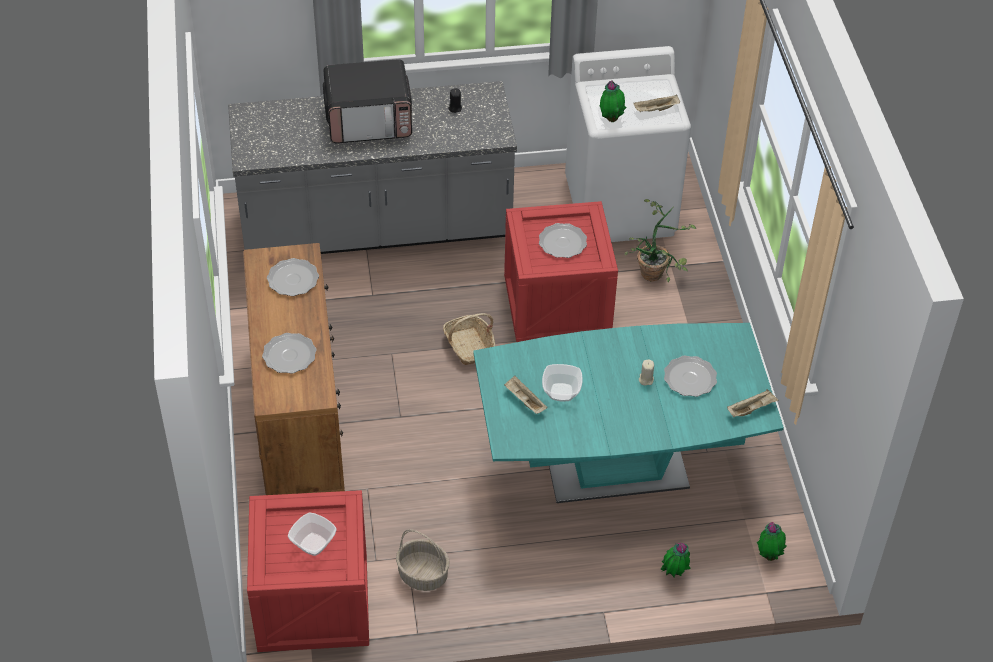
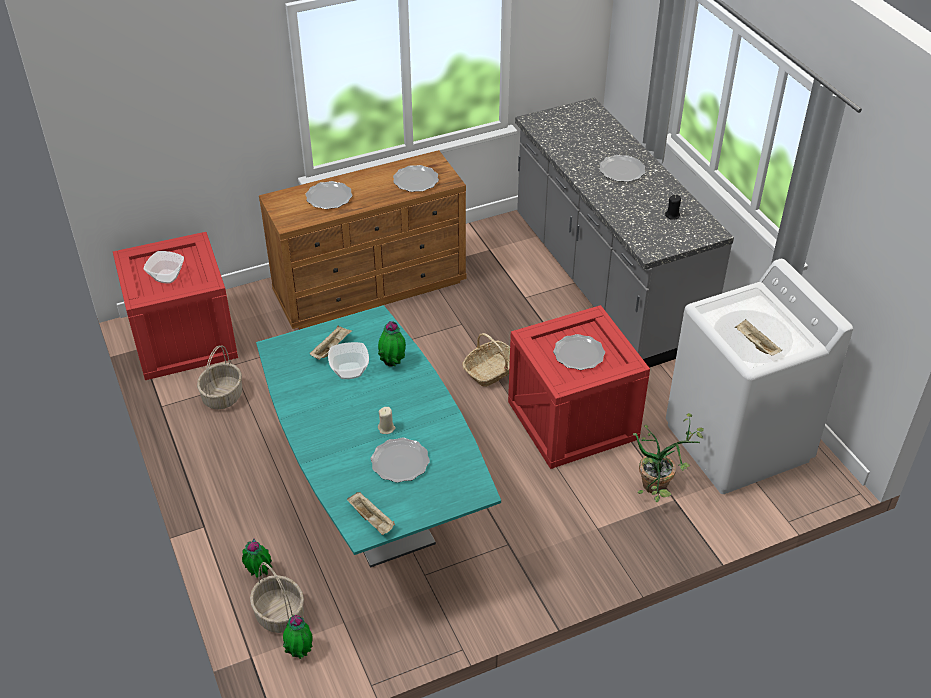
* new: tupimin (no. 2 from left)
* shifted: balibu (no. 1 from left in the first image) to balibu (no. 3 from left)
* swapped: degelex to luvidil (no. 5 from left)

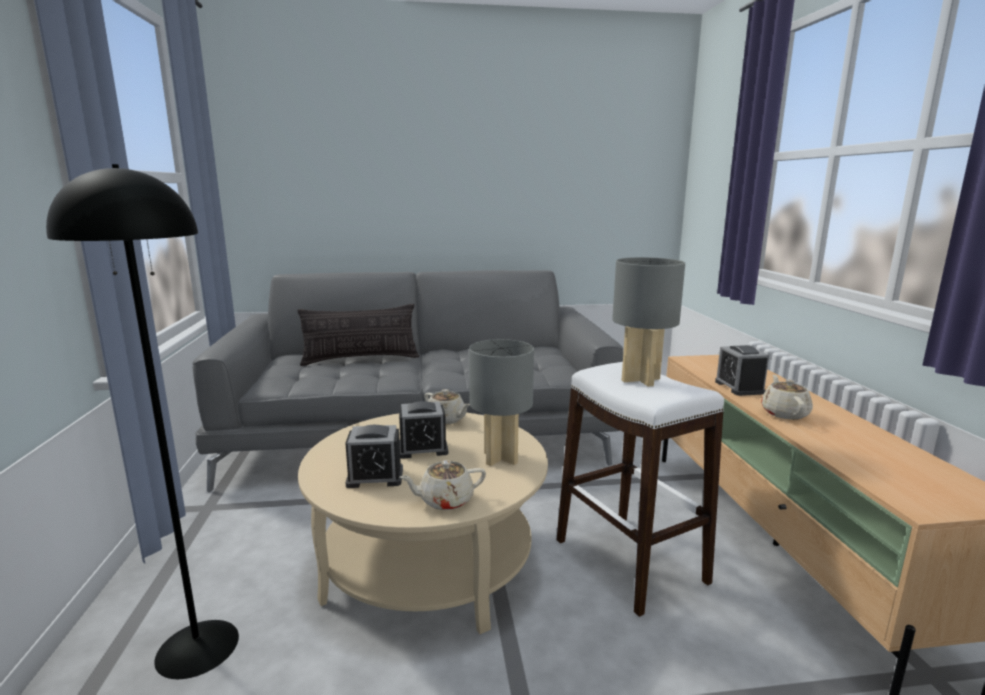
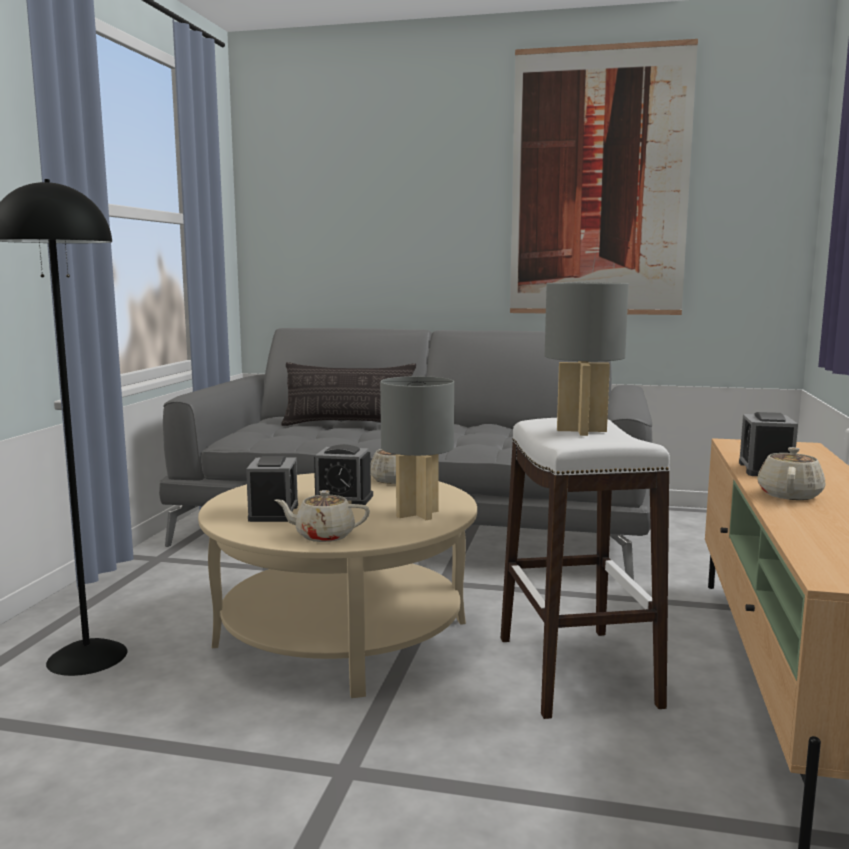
* rotated: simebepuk (no. 1 from left) 105 degrees counterclockwise
* new: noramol

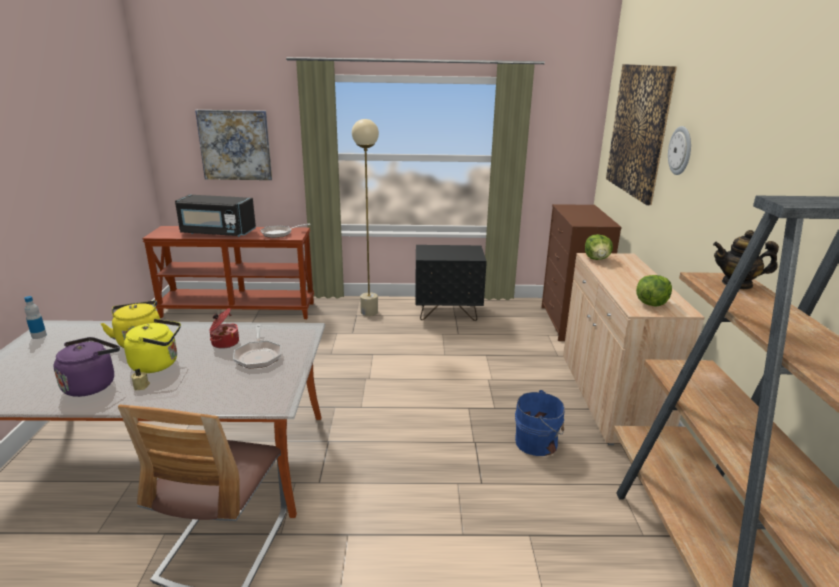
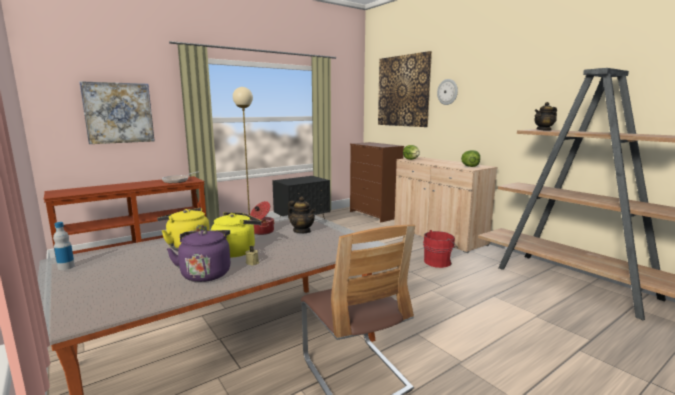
* swapped: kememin (no. 1 from left) to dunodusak (no. 1 from left)
* repainted: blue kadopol to red kadopol
* gone: black degelex

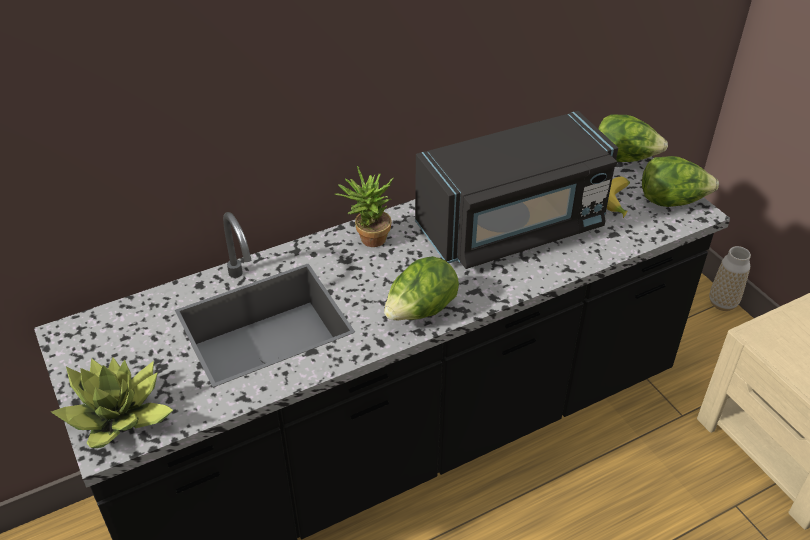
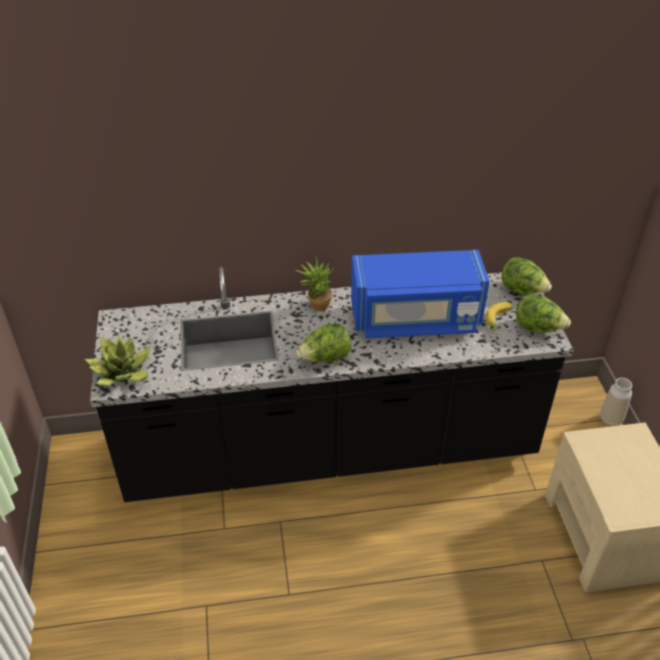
* repainted: black degelex to blue degelex

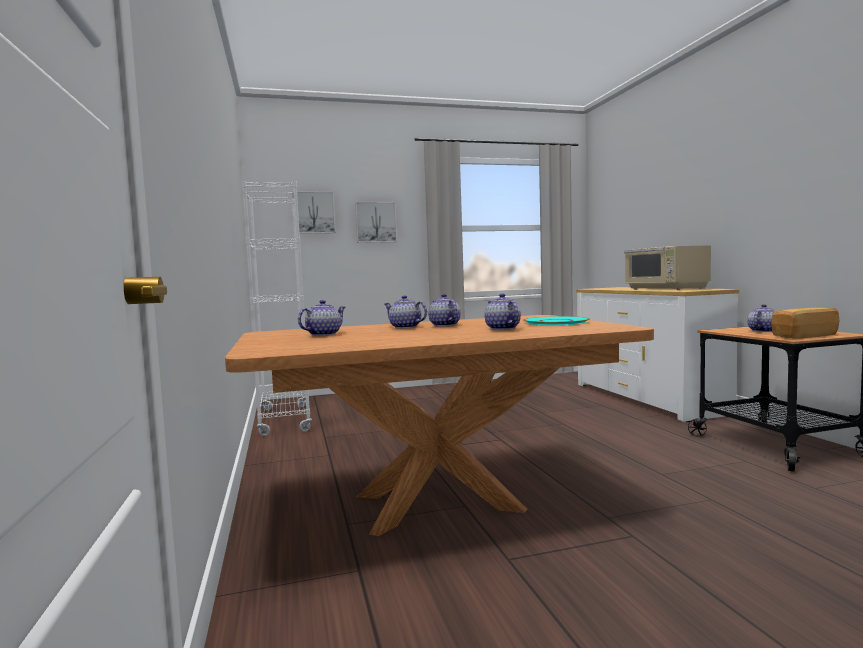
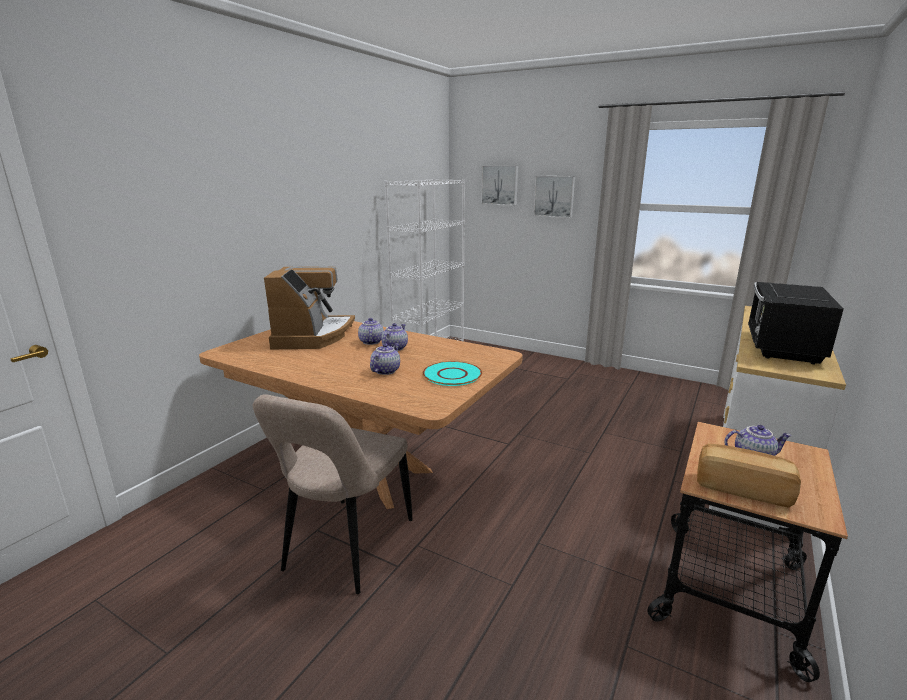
* new: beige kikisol
* swapped: dunodusak (no. 1 from left) to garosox
* repainted: beige degelex to black degelex

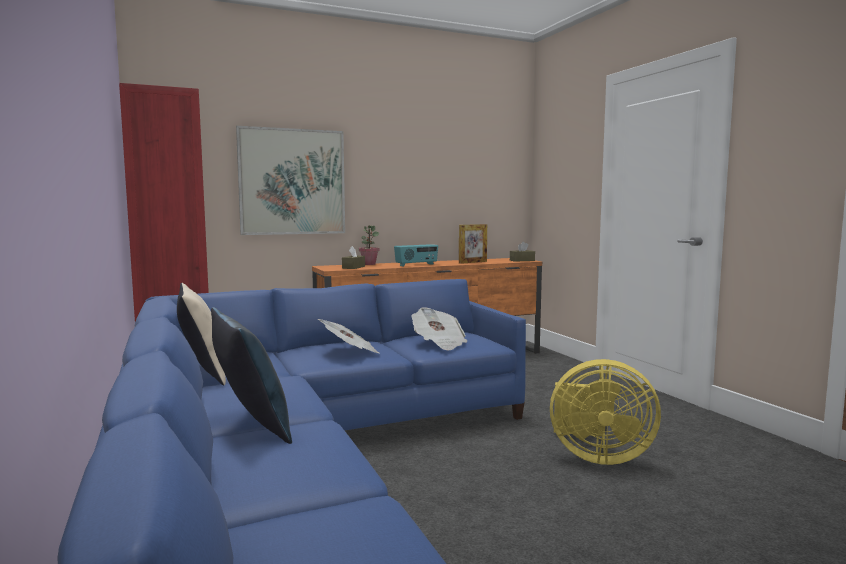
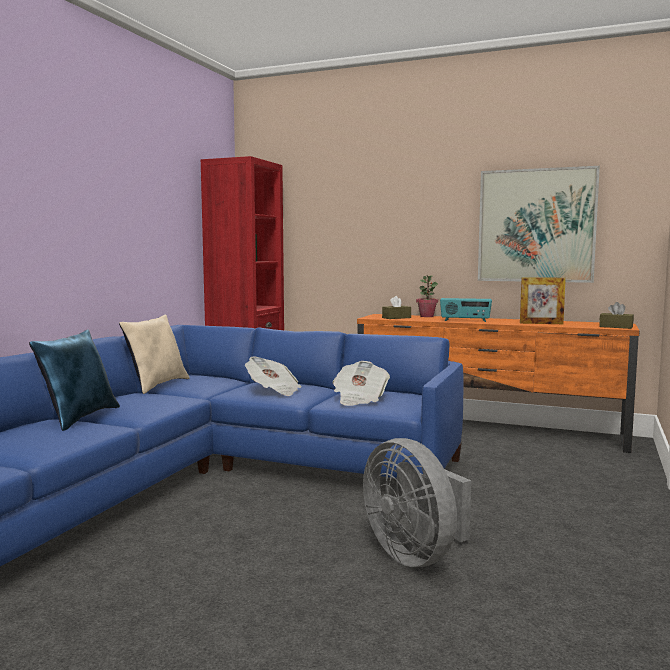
* repainted: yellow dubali to grey dubali
* shifted: noramol

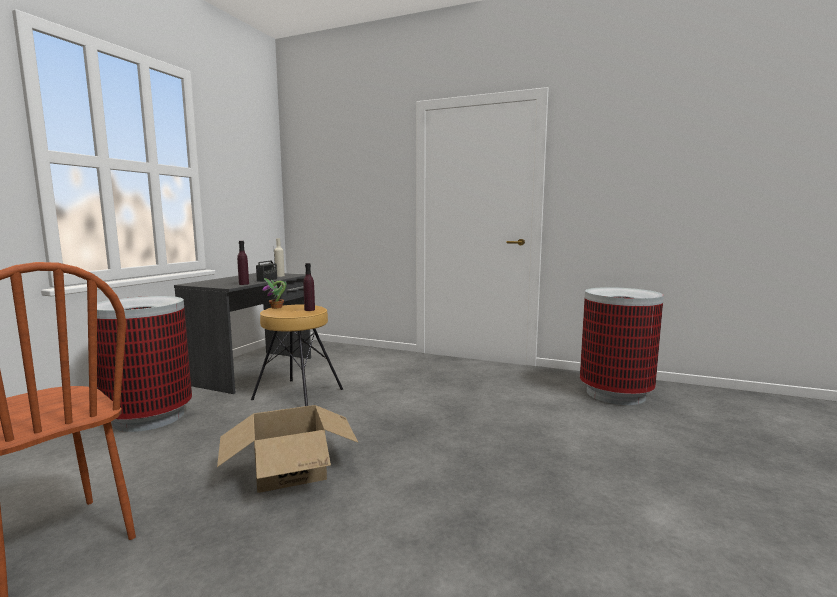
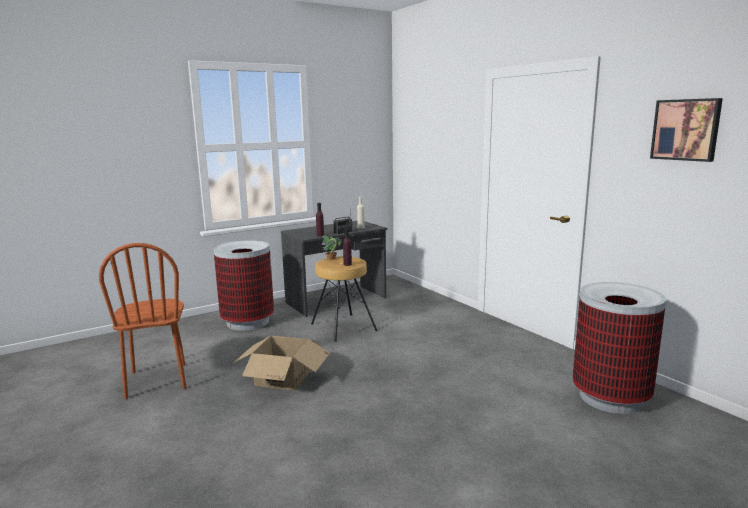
* new: noramol

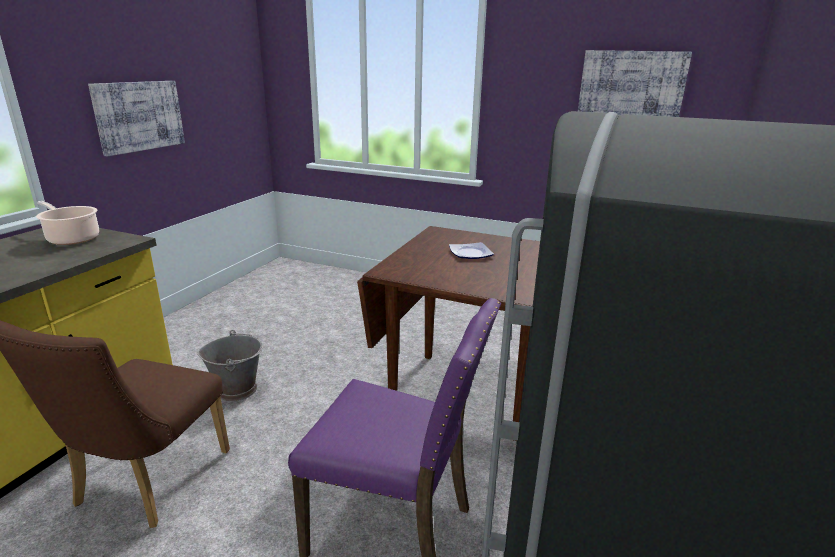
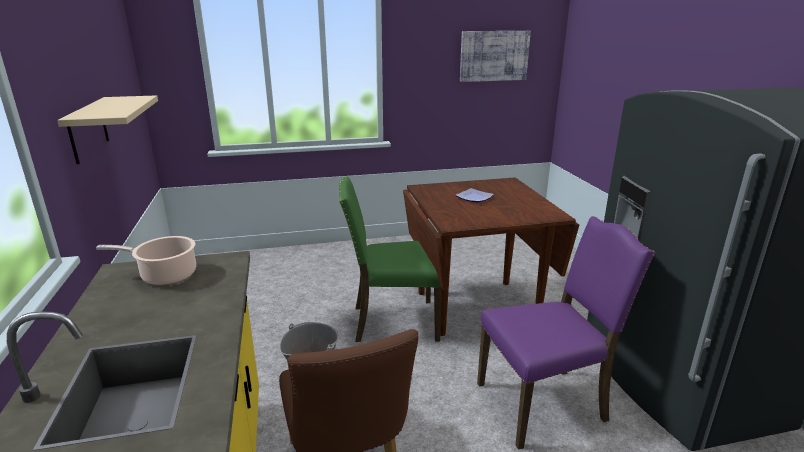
* swapped: noramol (no. 1 from left) to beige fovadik
* new: green kikisol

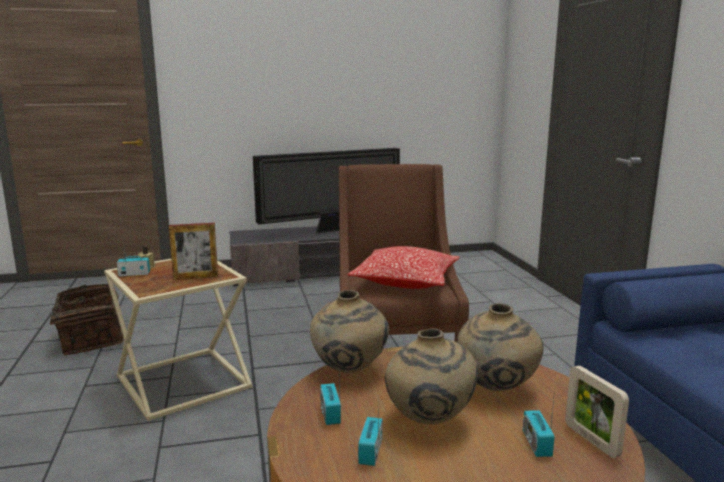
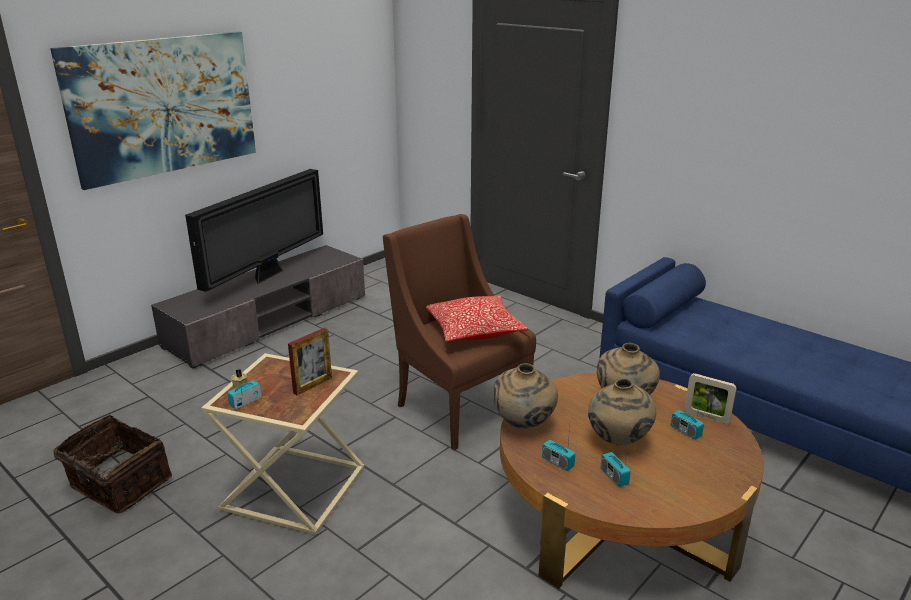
* new: noramol

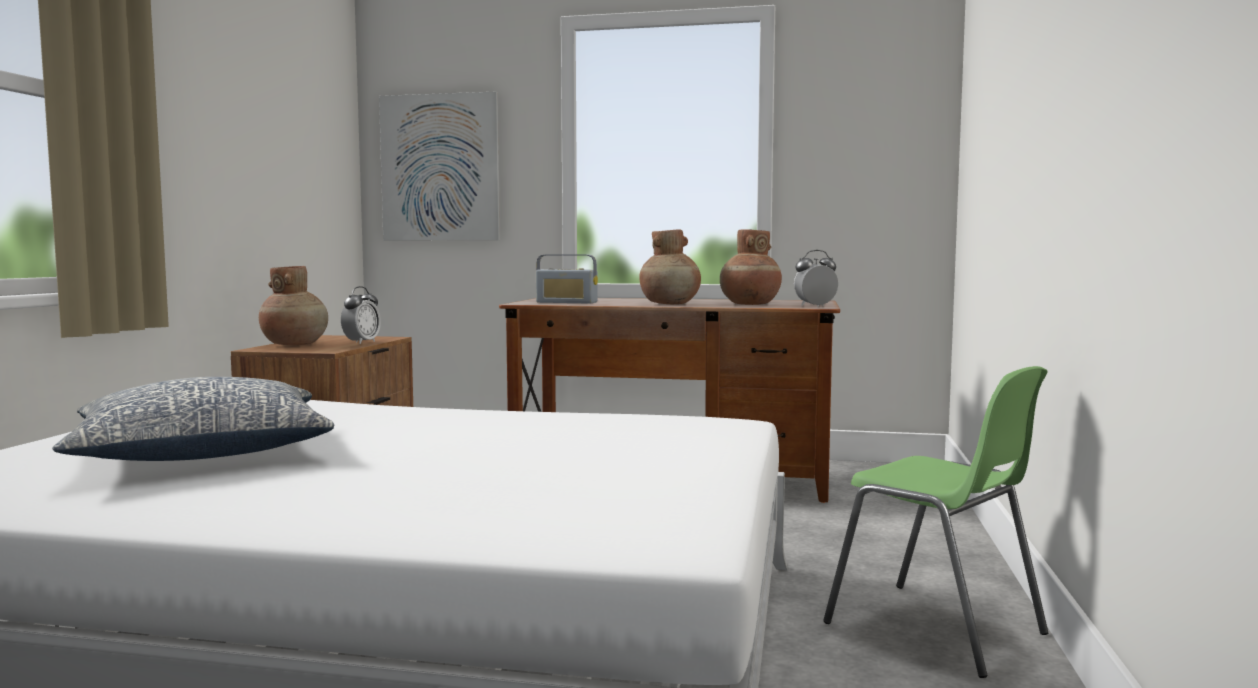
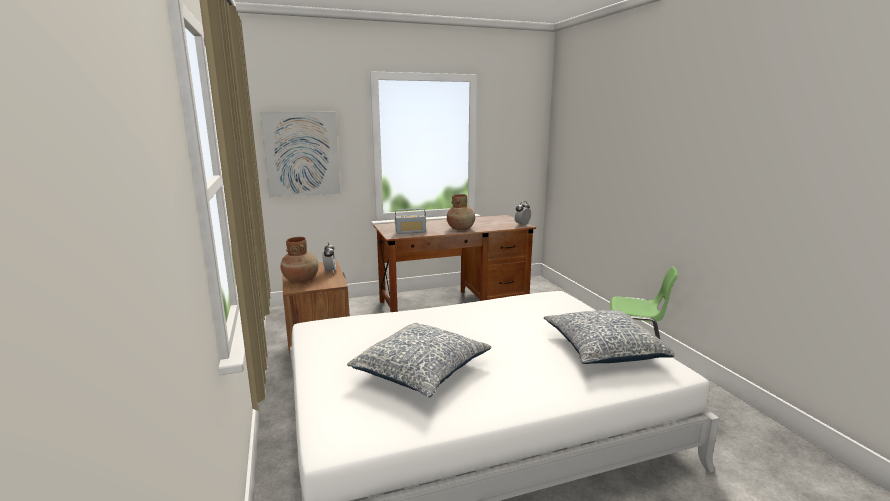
* new: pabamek (no. 2 from left)
* gone: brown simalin (no. 3 from left)

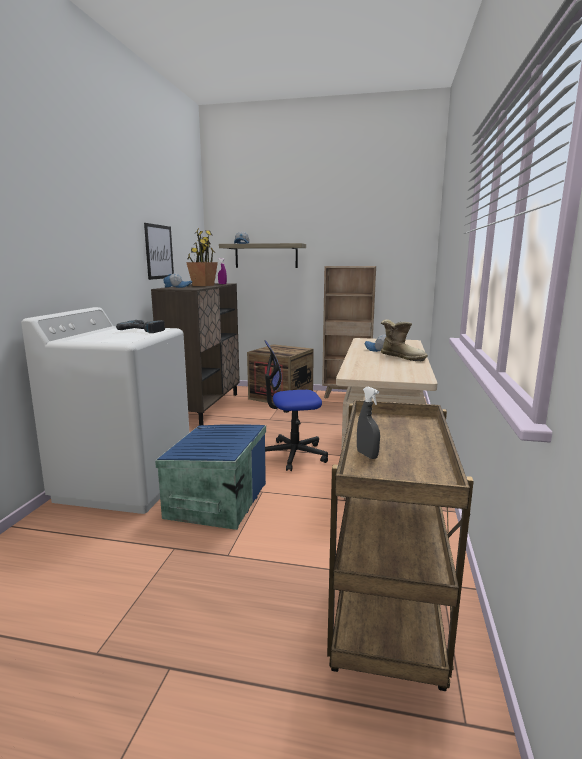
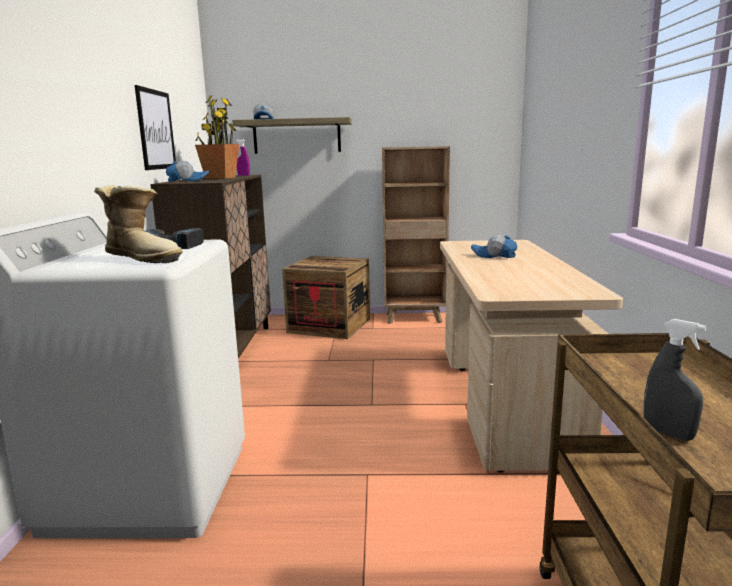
* shifted: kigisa
* gone: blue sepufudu
* gone: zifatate

